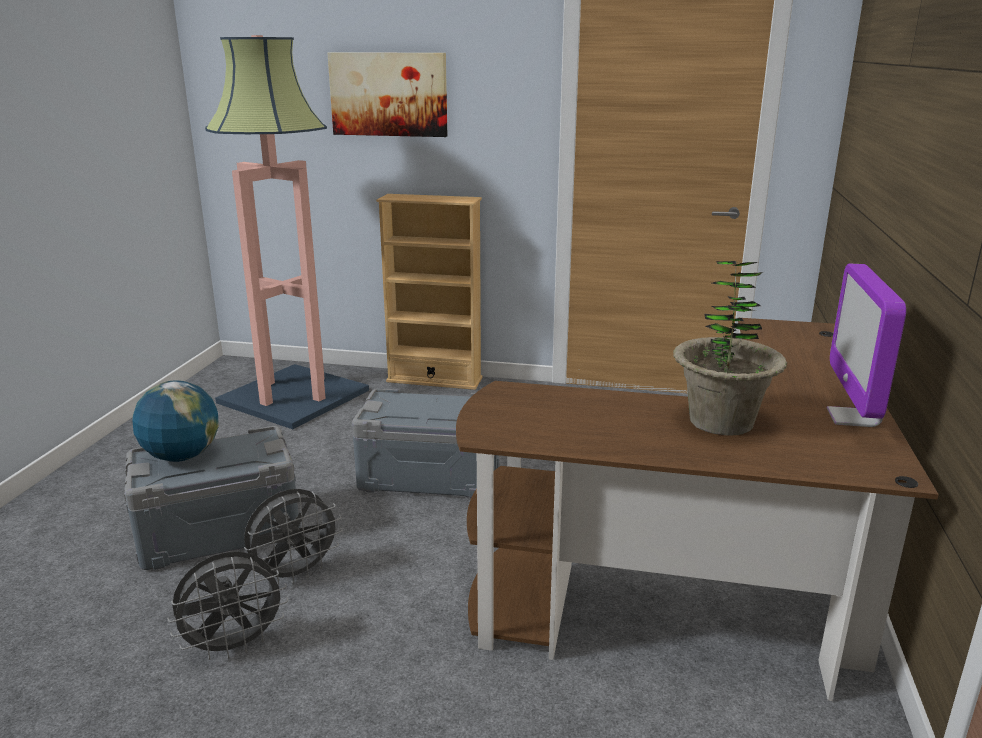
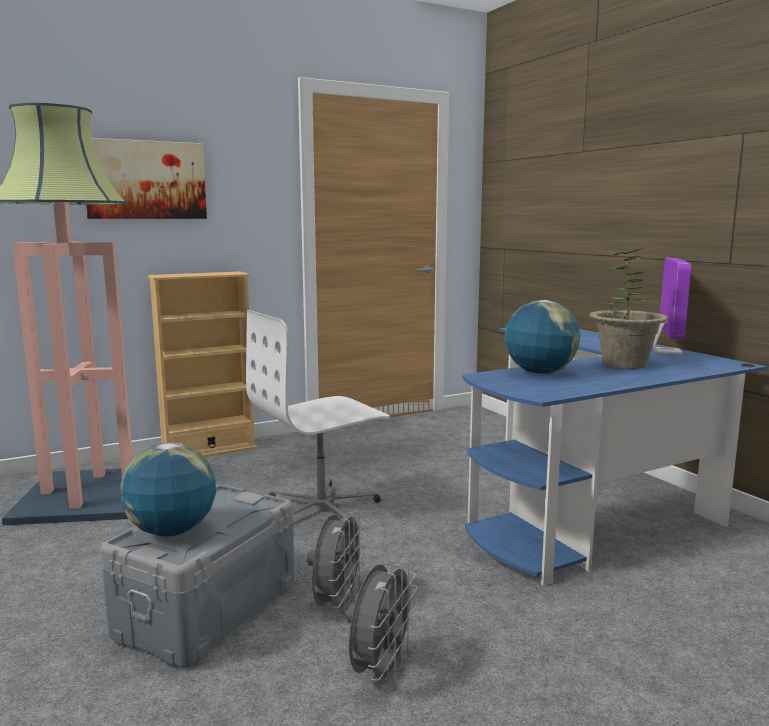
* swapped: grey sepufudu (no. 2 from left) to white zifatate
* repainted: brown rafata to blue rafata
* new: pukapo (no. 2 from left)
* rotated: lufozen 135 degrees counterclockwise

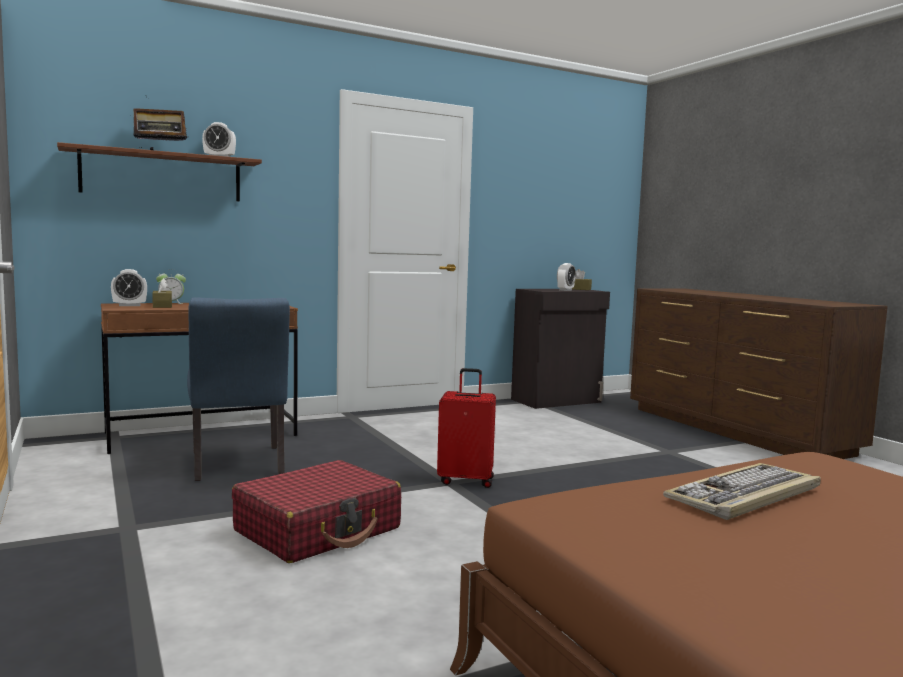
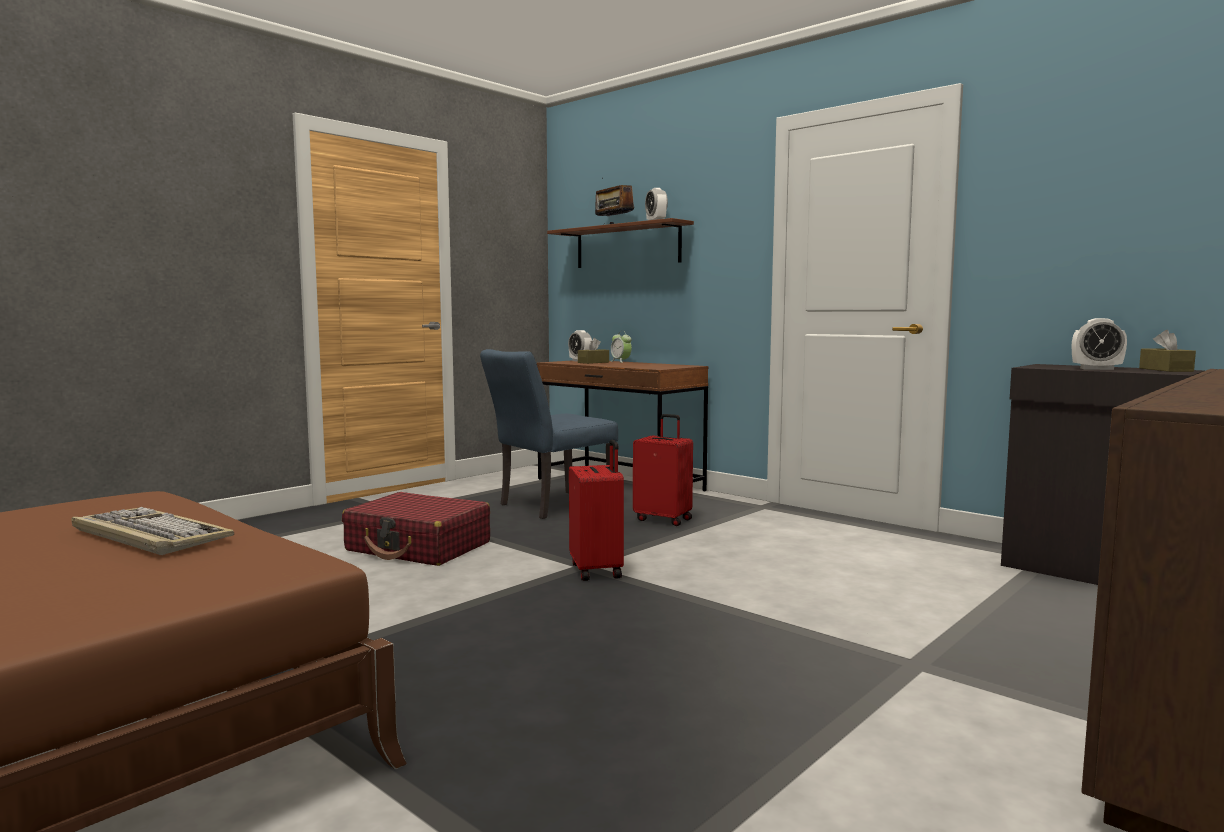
* new: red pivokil (no. 3 from left)

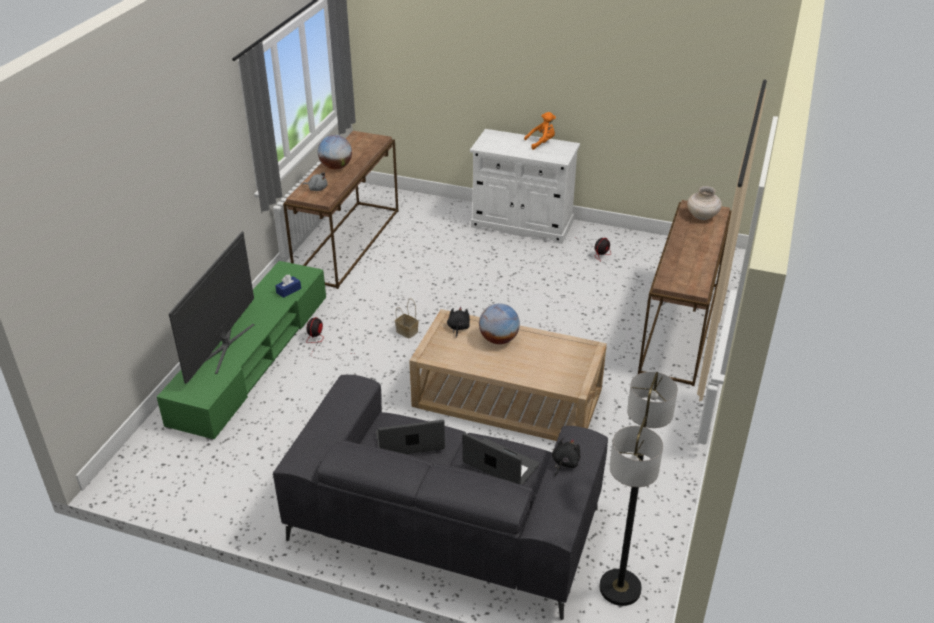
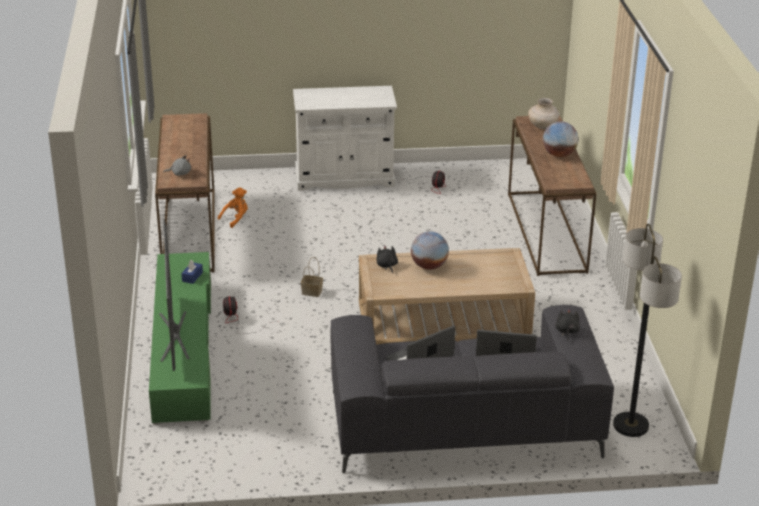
* shifted: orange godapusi
* shifted: pukapo (no. 1 from left in the first image) to pukapo (no. 2 from left)

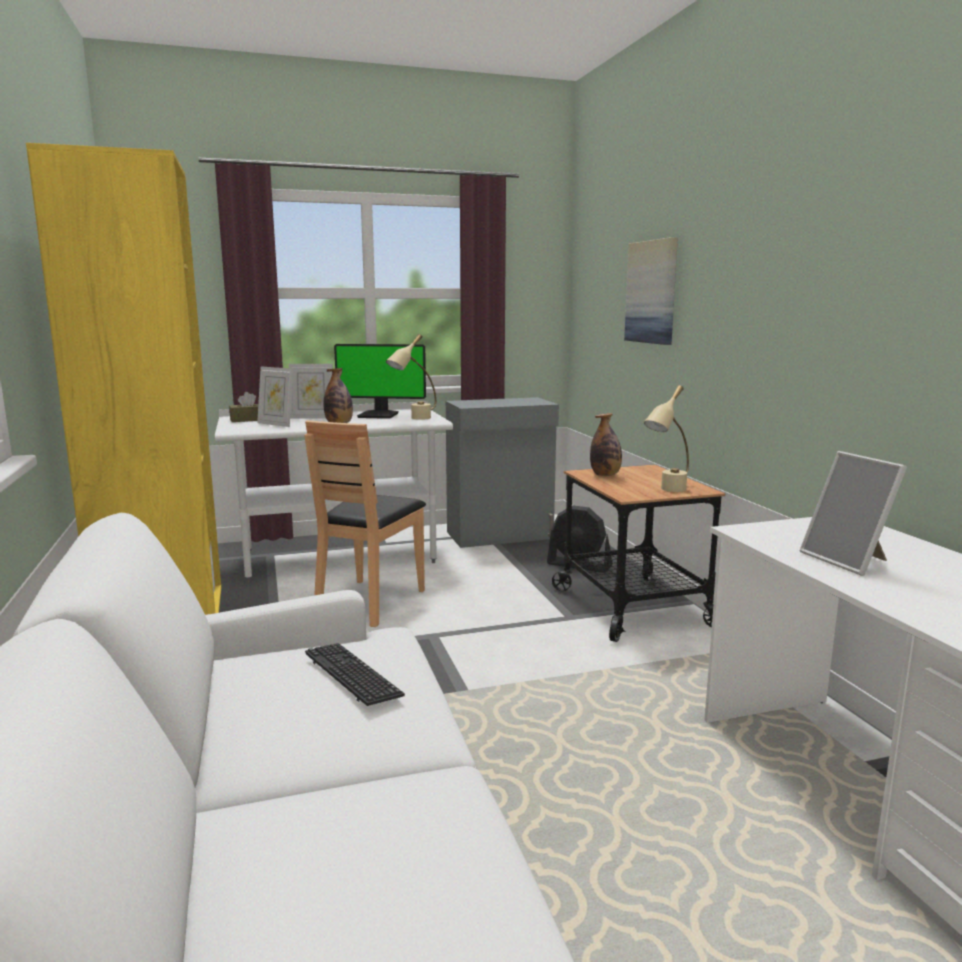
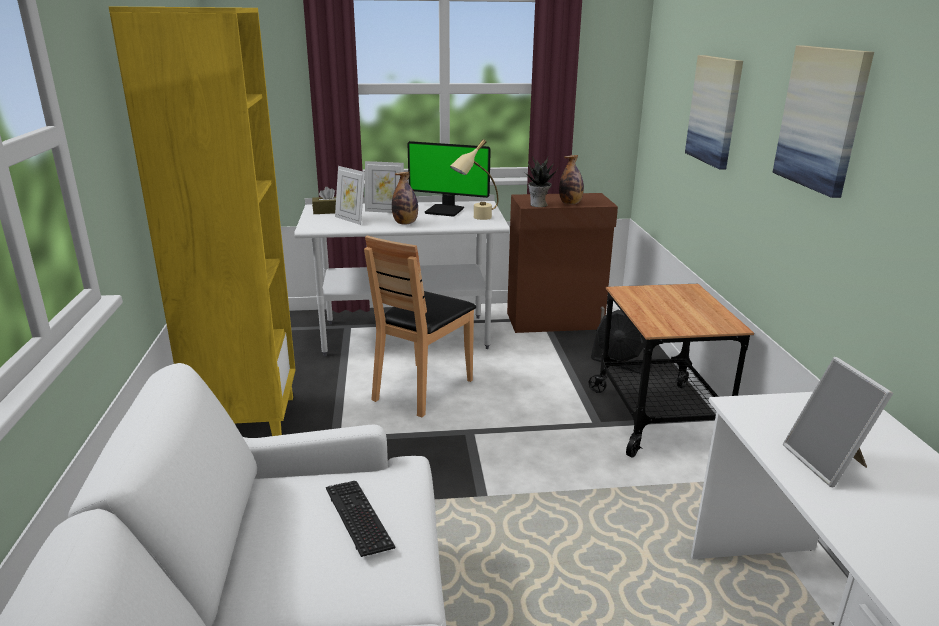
* repainted: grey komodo to brown komodo
* new: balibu
* shifted: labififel (no. 2 from left)
* new: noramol (no. 2 from left)
* gone: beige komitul (no. 2 from left)

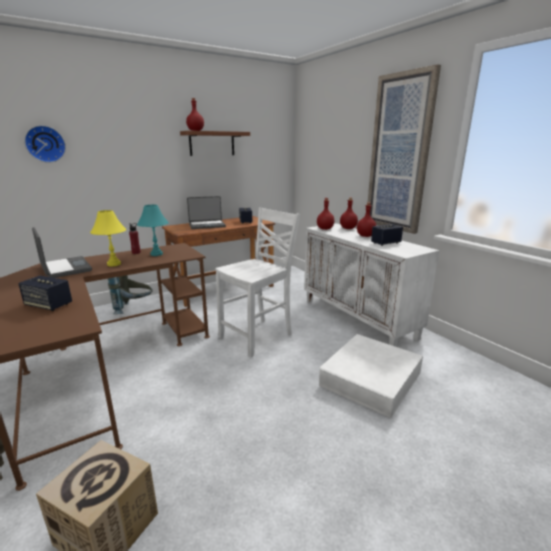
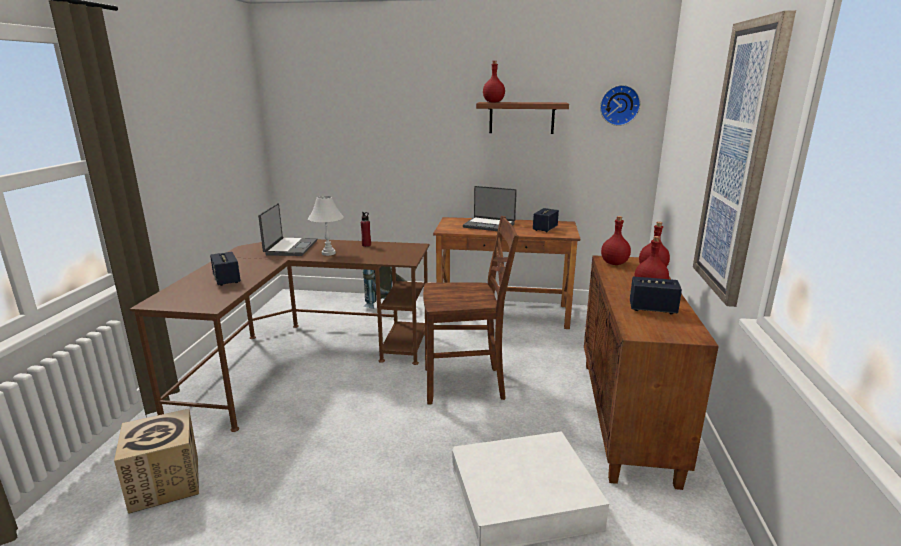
* repainted: yellow komitul to white komitul
* repainted: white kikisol to brown kikisol
* repainted: white komodo to brown komodo
* shifted: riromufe
* gone: turquoise komitul

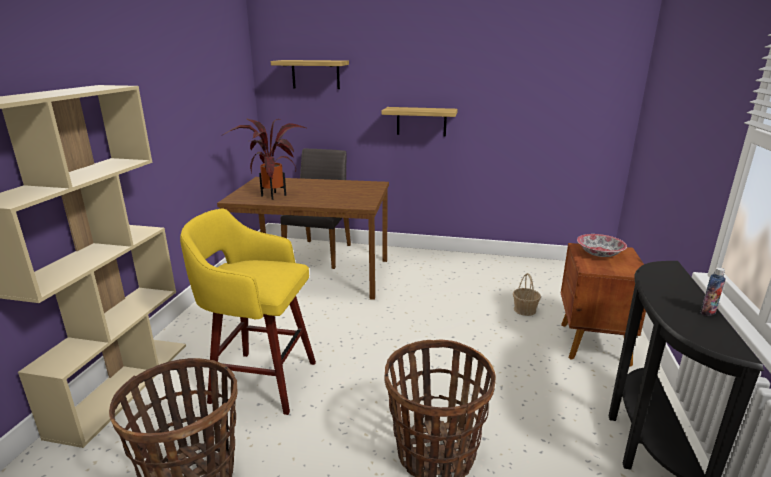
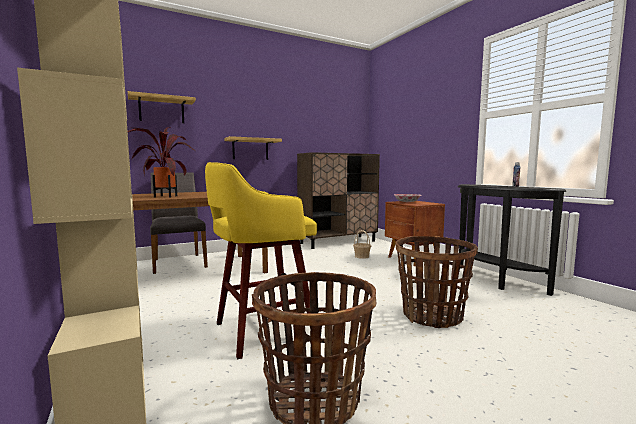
* new: brown komodo

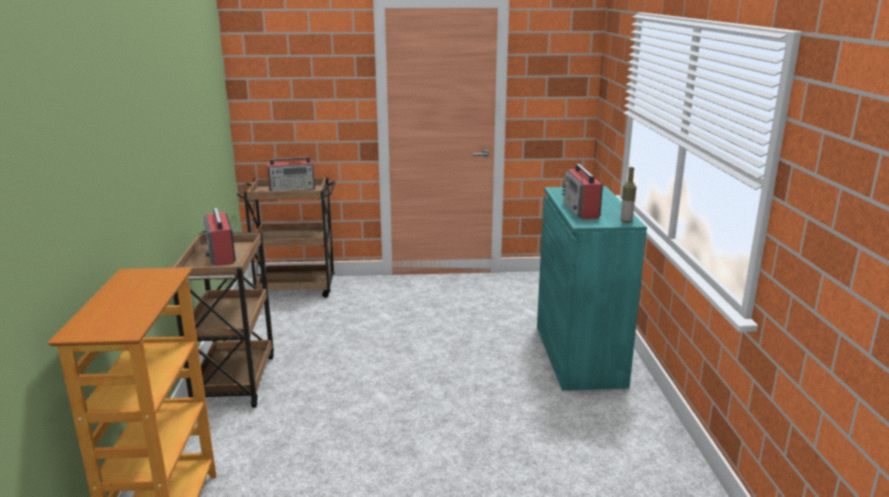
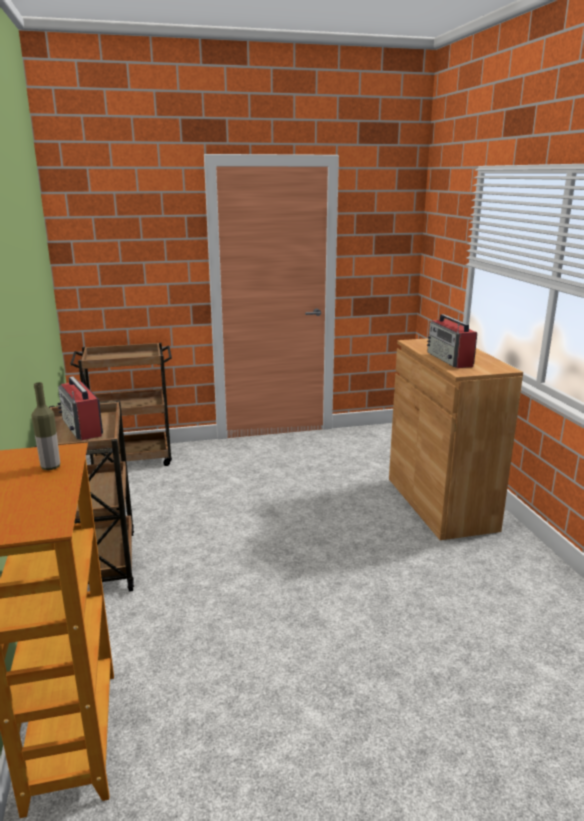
* shifted: labififel
* repainted: turquoise komodo to brown komodo
* gone: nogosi (no. 2 from left)

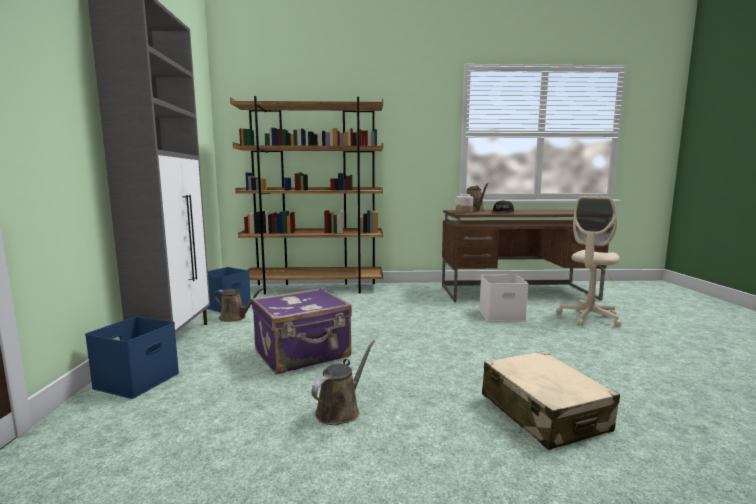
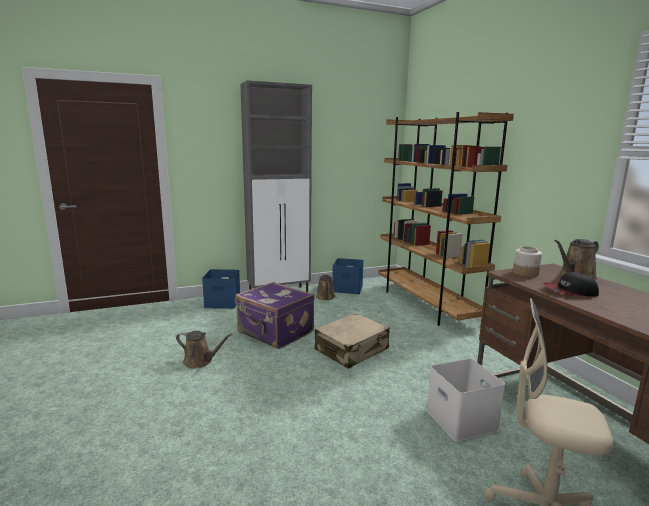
* shifted: beige pivokil

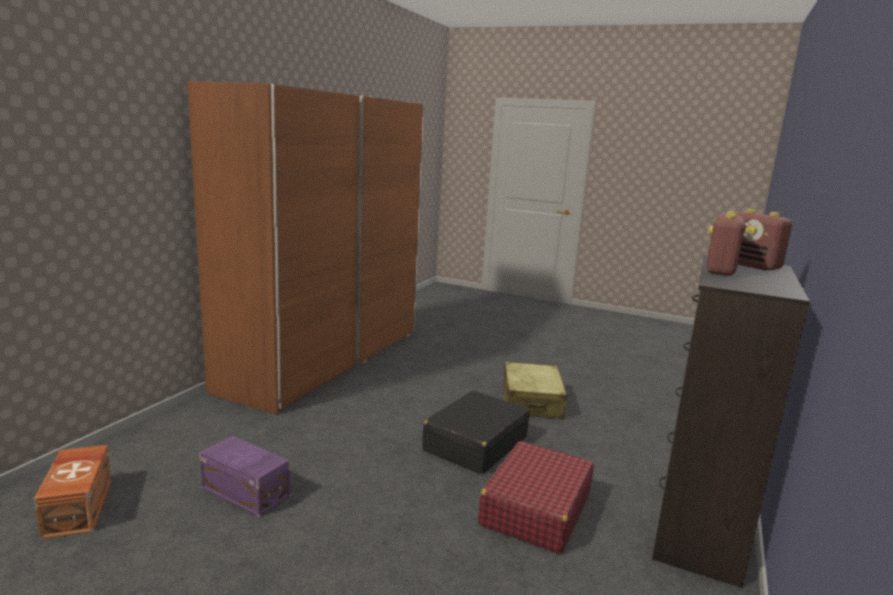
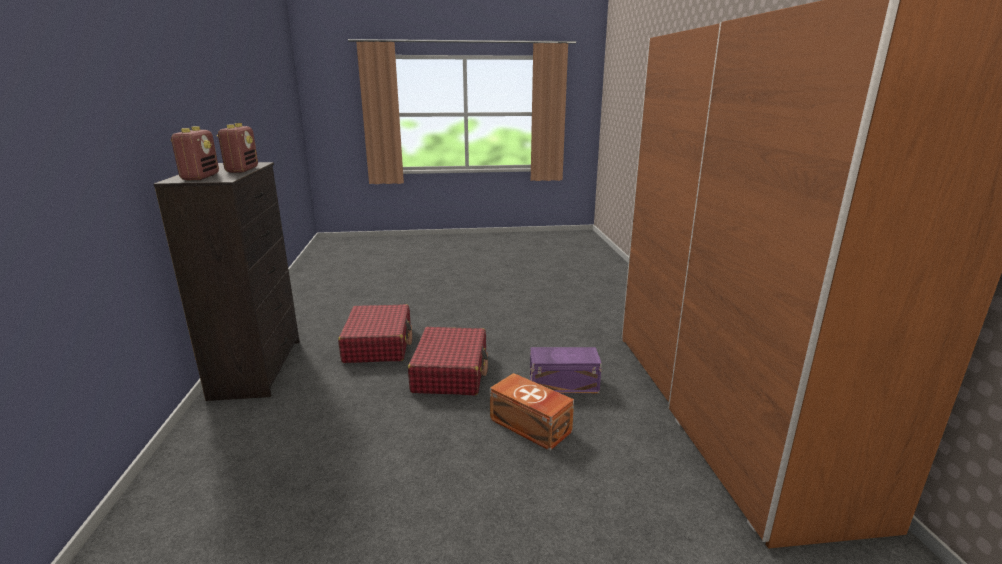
* rotated: nogosi (no. 2 from left in the first image) 60 degrees clockwise
* repainted: black pivokil to red pivokil (no. 2 from left)
* shifted: brown sepufudu
* shifted: purple sepufudu
* gone: beige pivokil

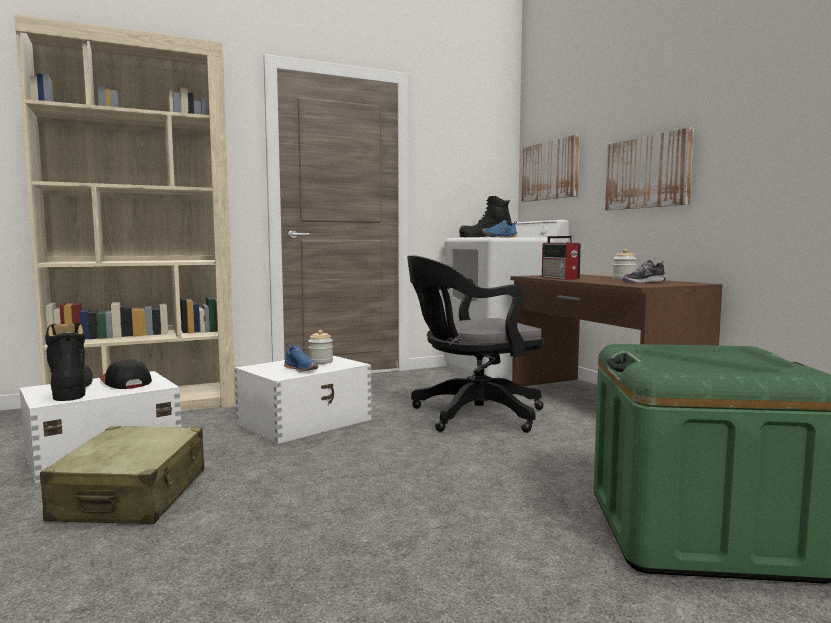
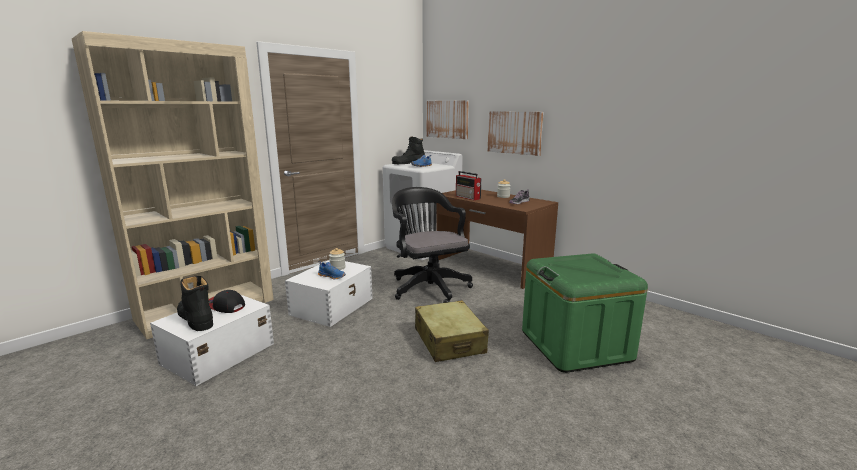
* rotated: black zifatate 105 degrees clockwise
* shifted: beige pivokil

